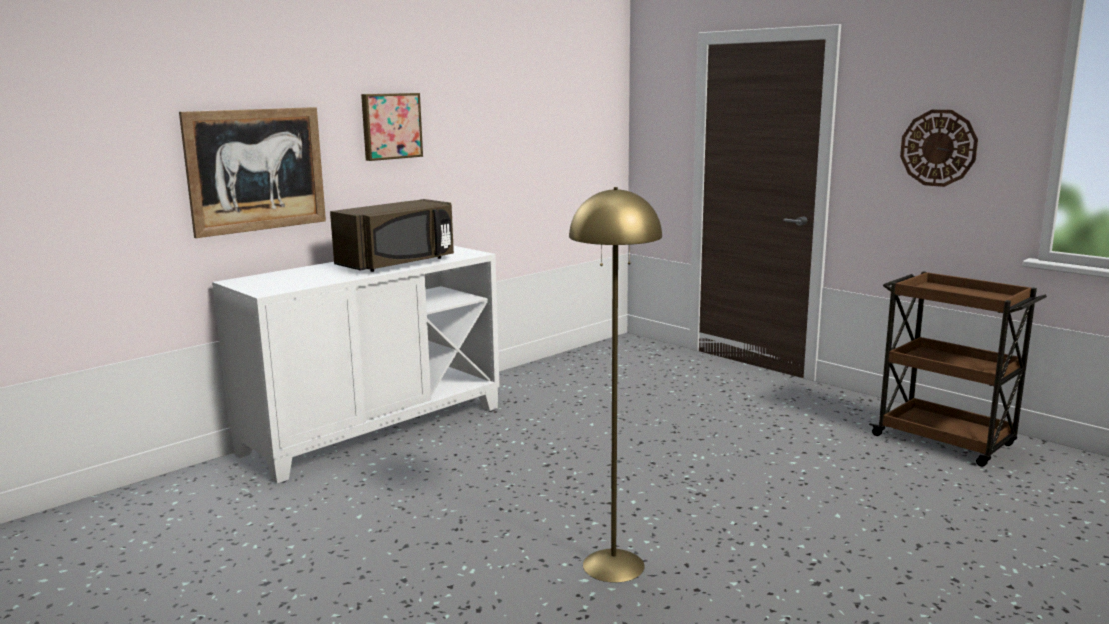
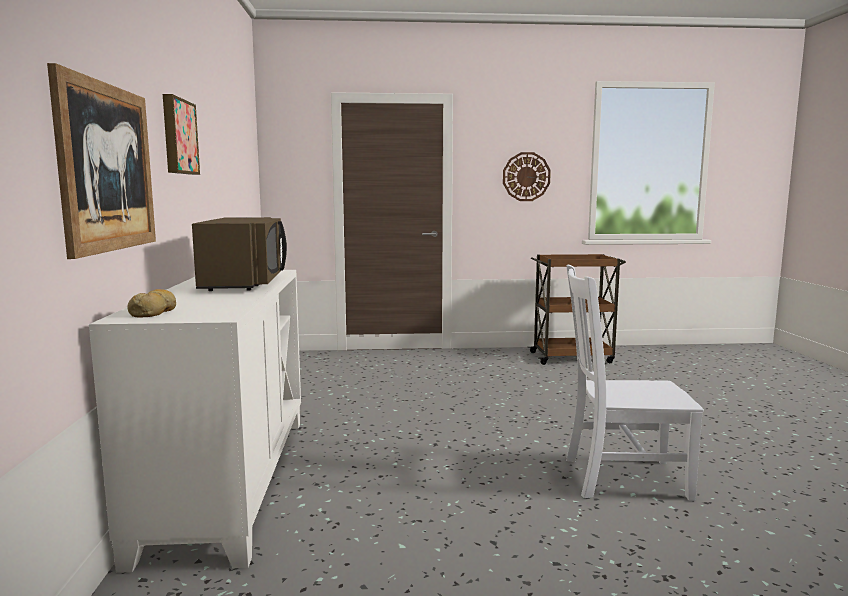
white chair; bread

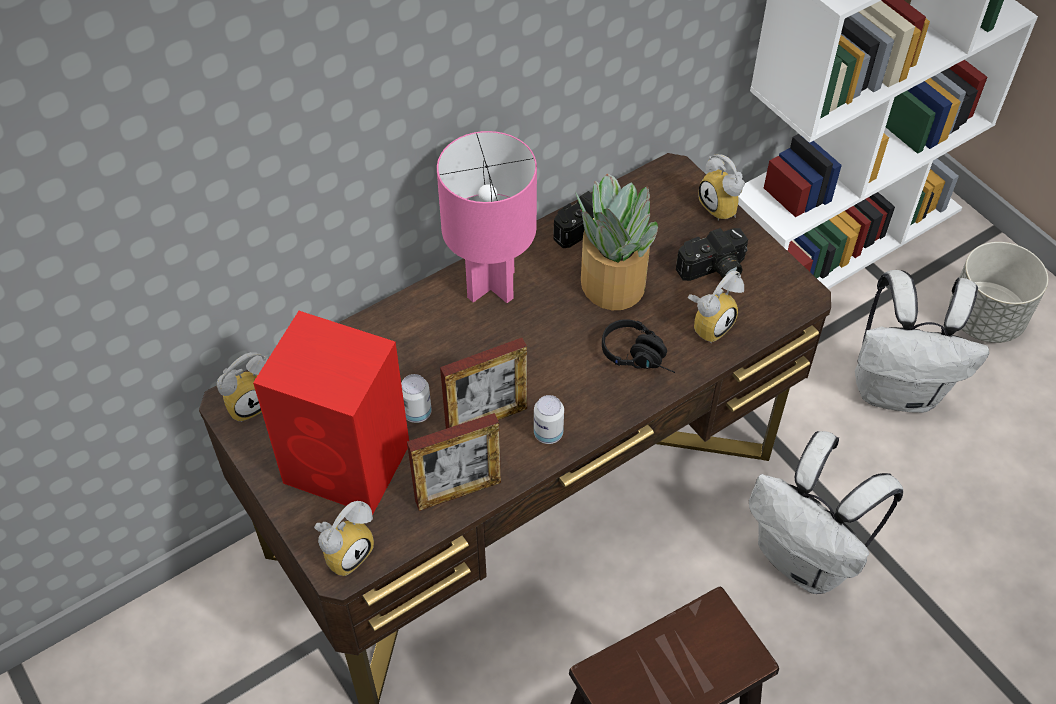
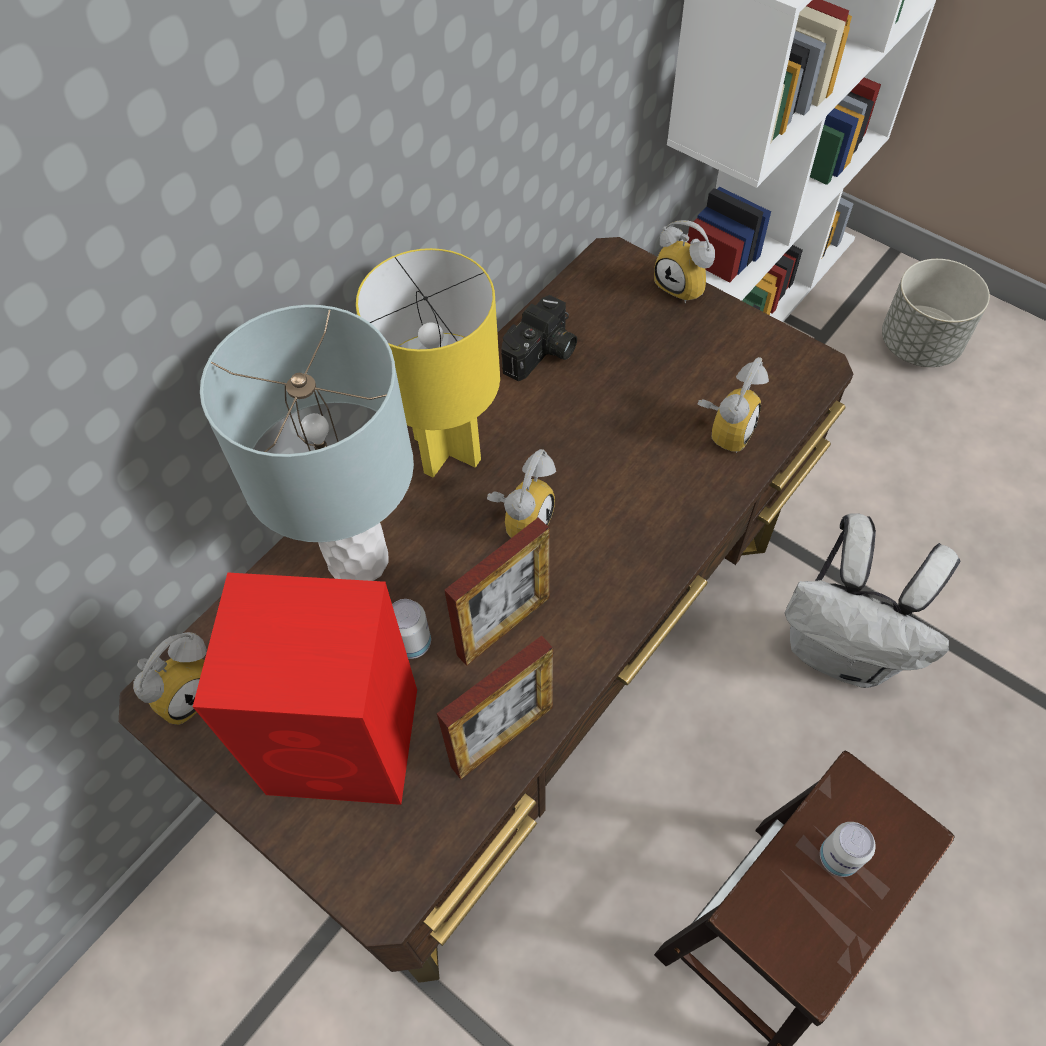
alarm clock (no. 2 from left); yellow table lamp; can (no. 2 from left); potted plant; black headphones; photo camera (no. 2 from left in the first image); white backpack (no. 2 from left in the first image); grey table lamp

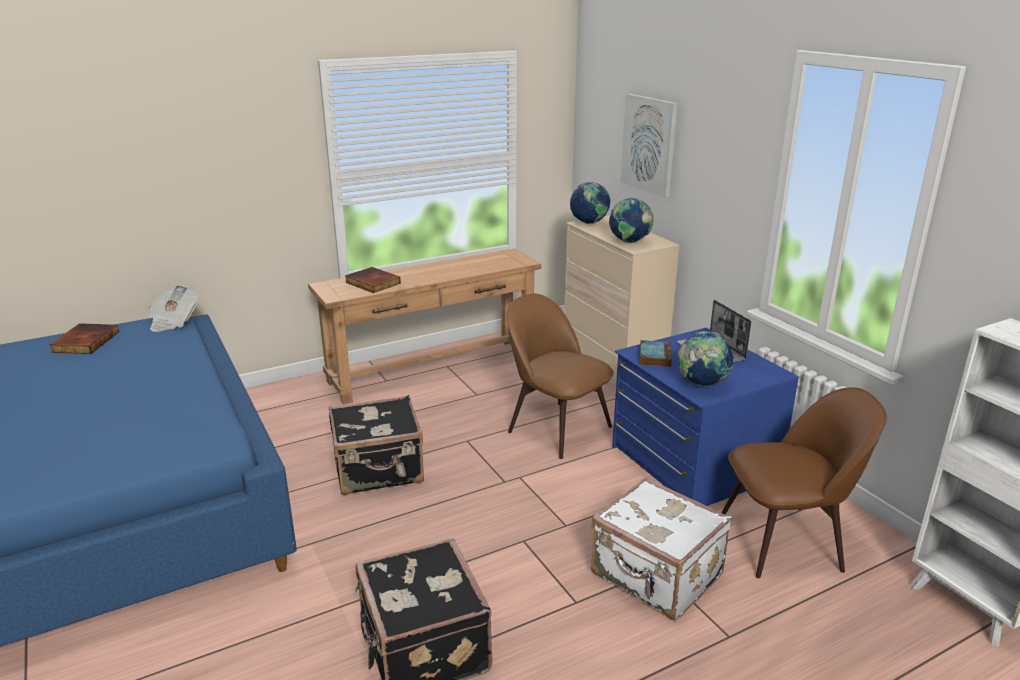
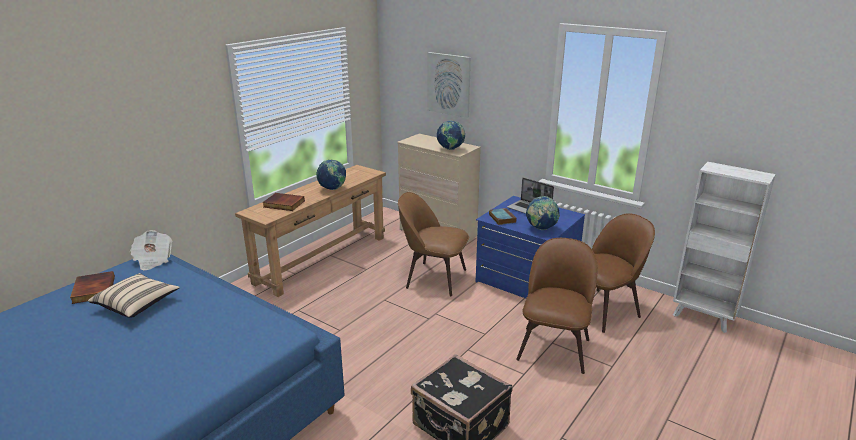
black suitcase (no. 1 from left in the first image); globe (no. 1 from left); brown chair (no. 2 from left); beige pillow

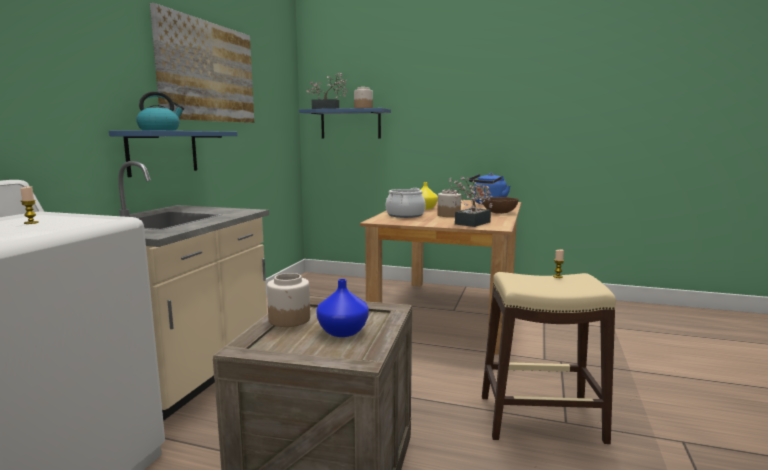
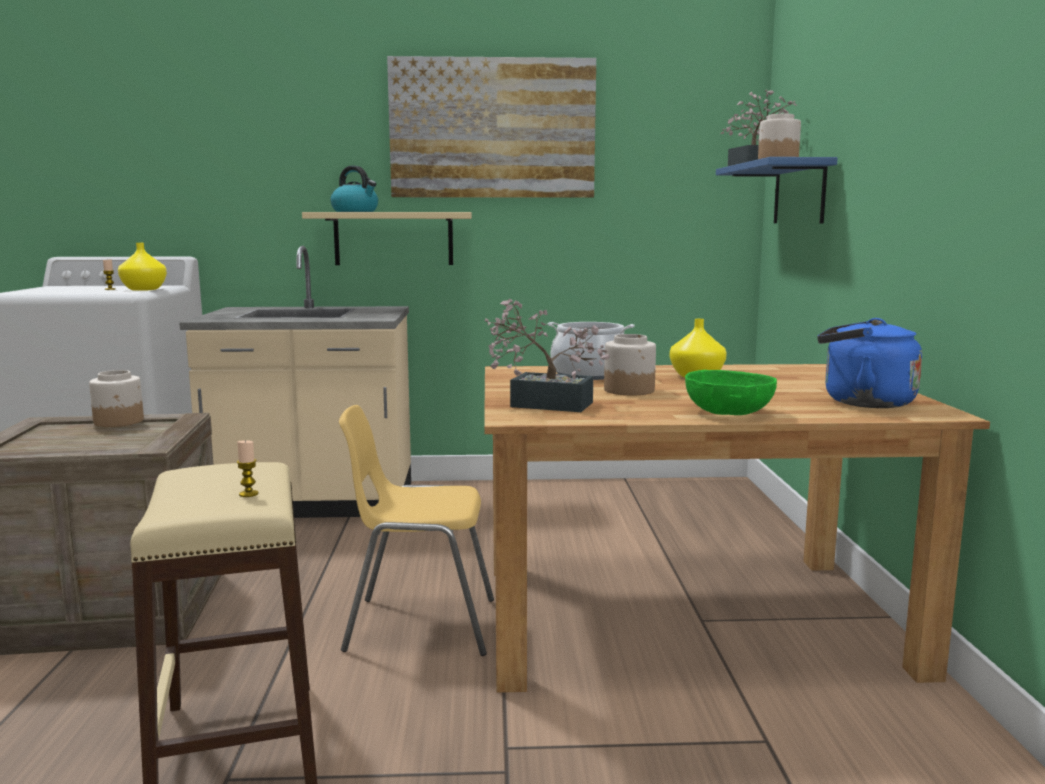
beige shelf; blue vase; green bowl; yellow vase (no. 1 from left); yellow chair

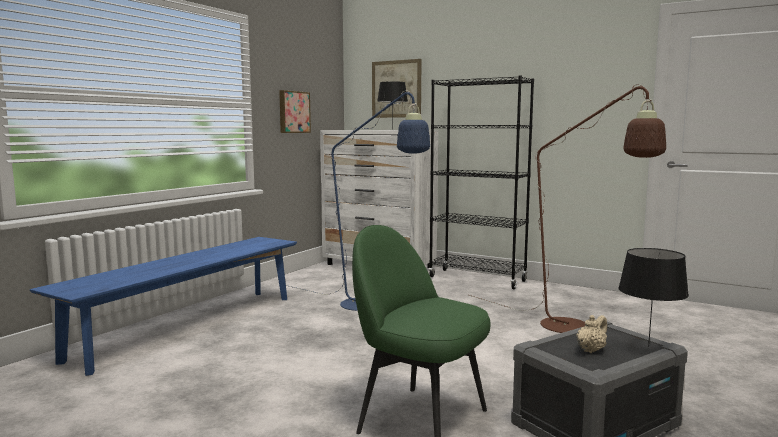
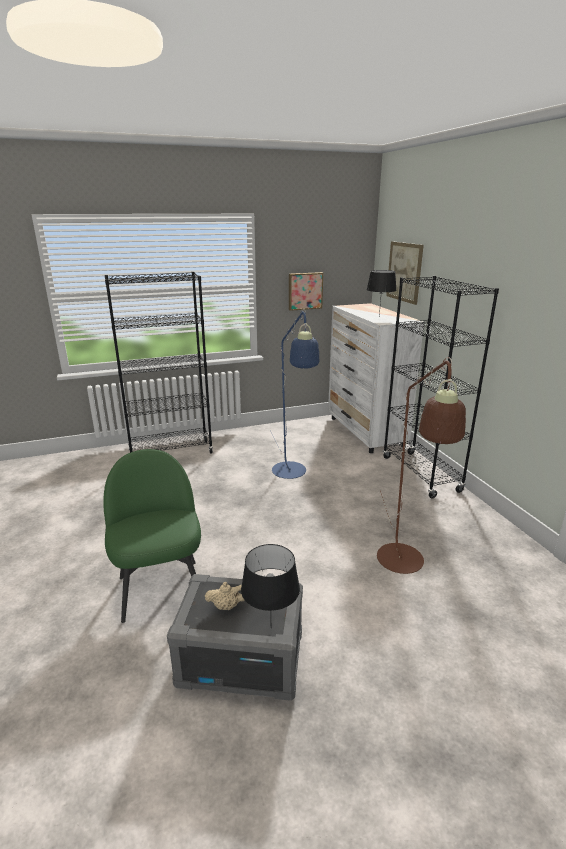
black bookcase (no. 1 from left)

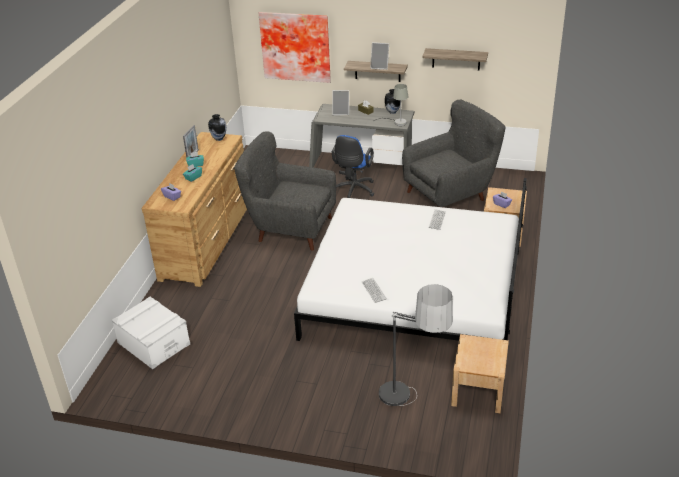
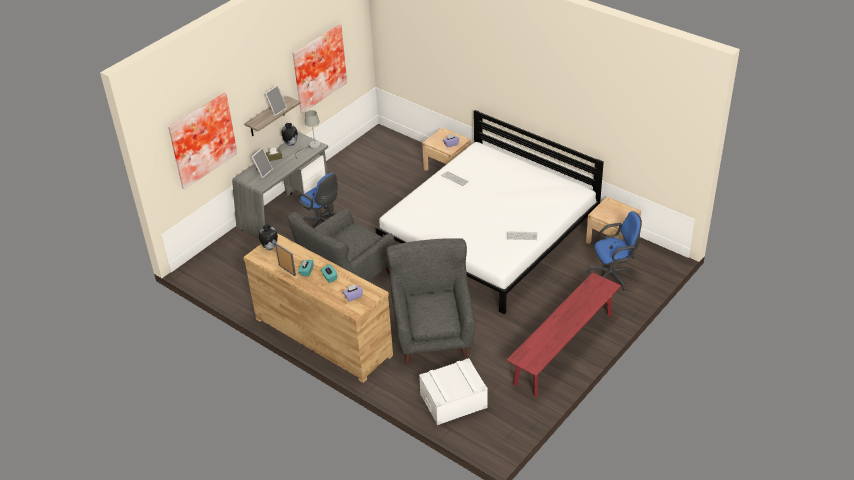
blue office chair (no. 2 from left); grey armchair (no. 2 from left); picture (no. 2 from left); red bench

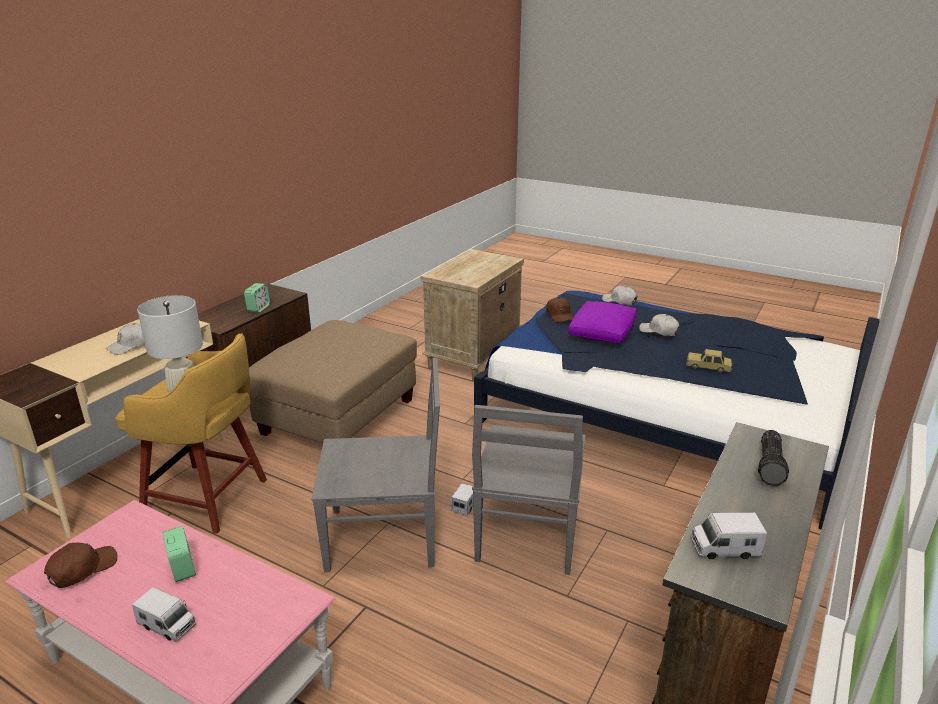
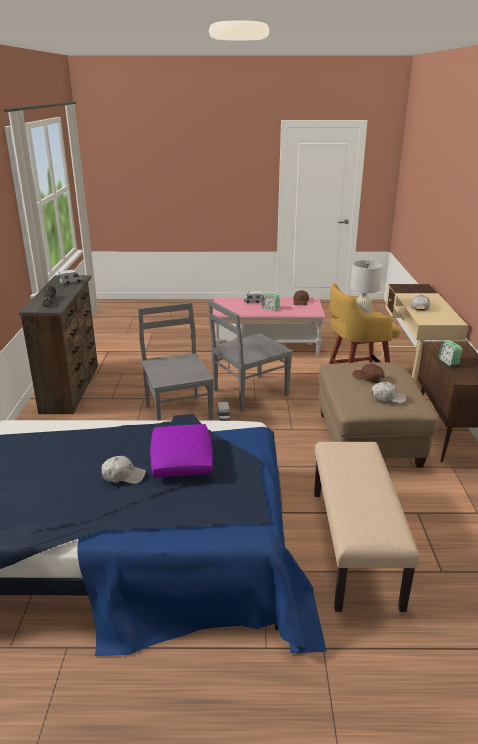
beige bench; brown cap (no. 2 from left); white cap (no. 2 from left); toy car

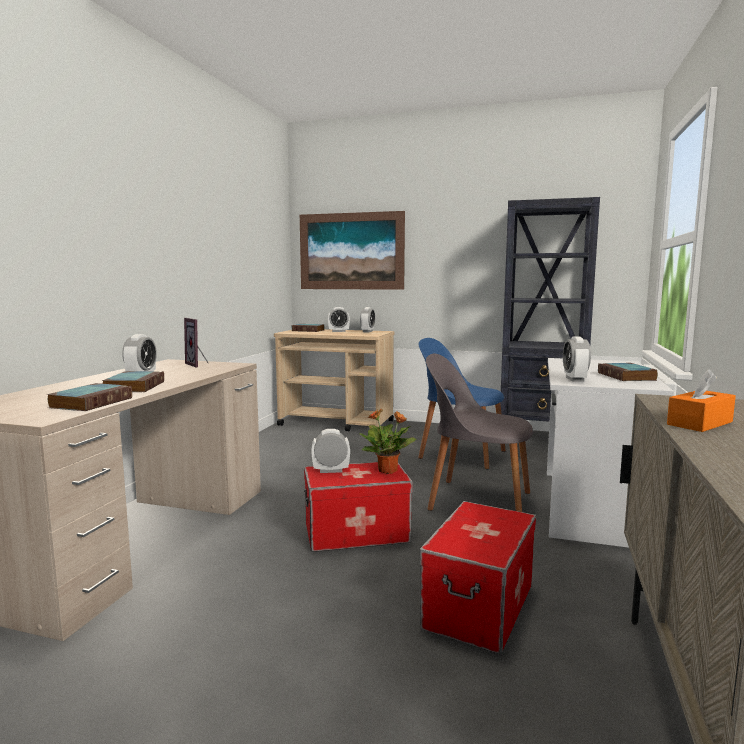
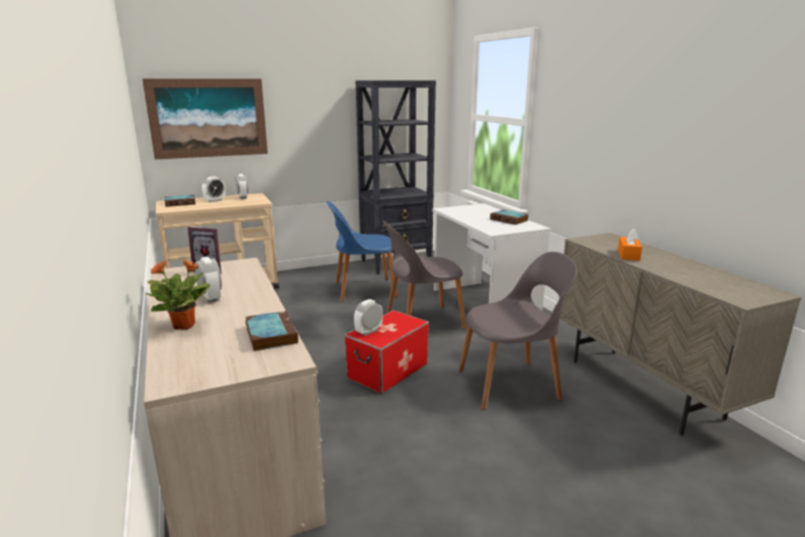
book (no. 2 from left in the first image); potted plant; grey chair (no. 2 from left); alarm clock (no. 5 from left in the first image)

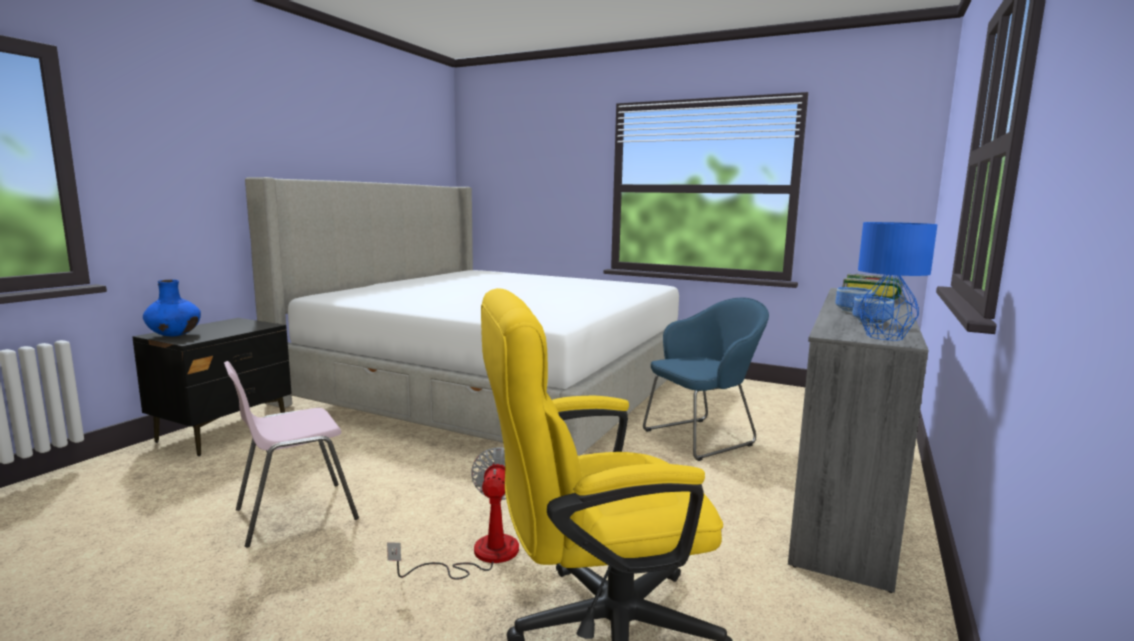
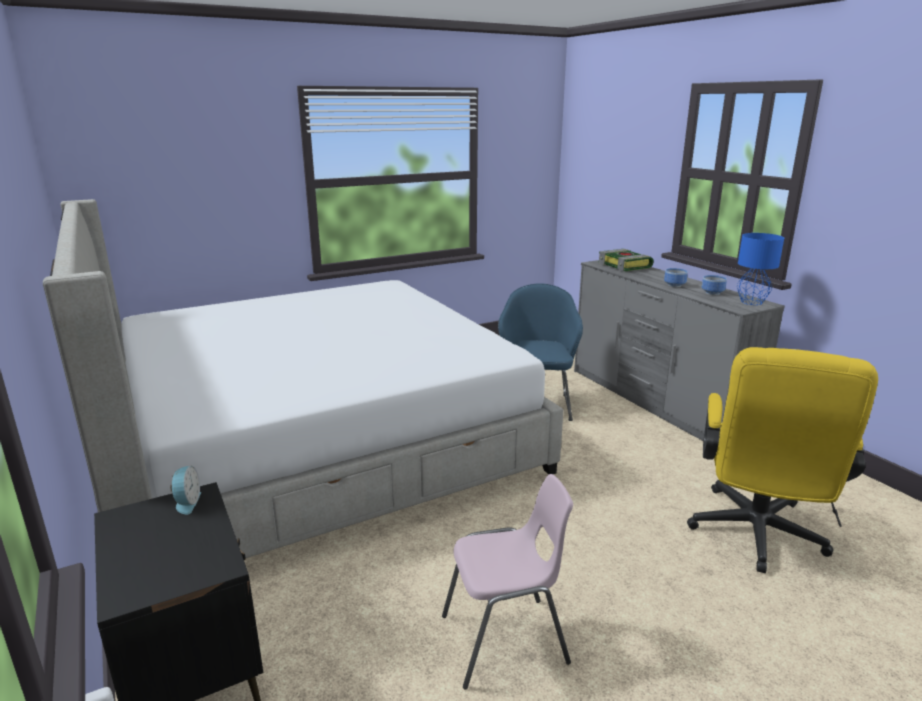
blue vase; pink chair; fan; alarm clock

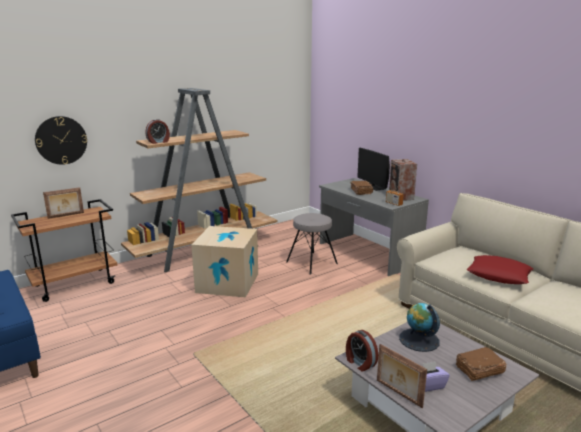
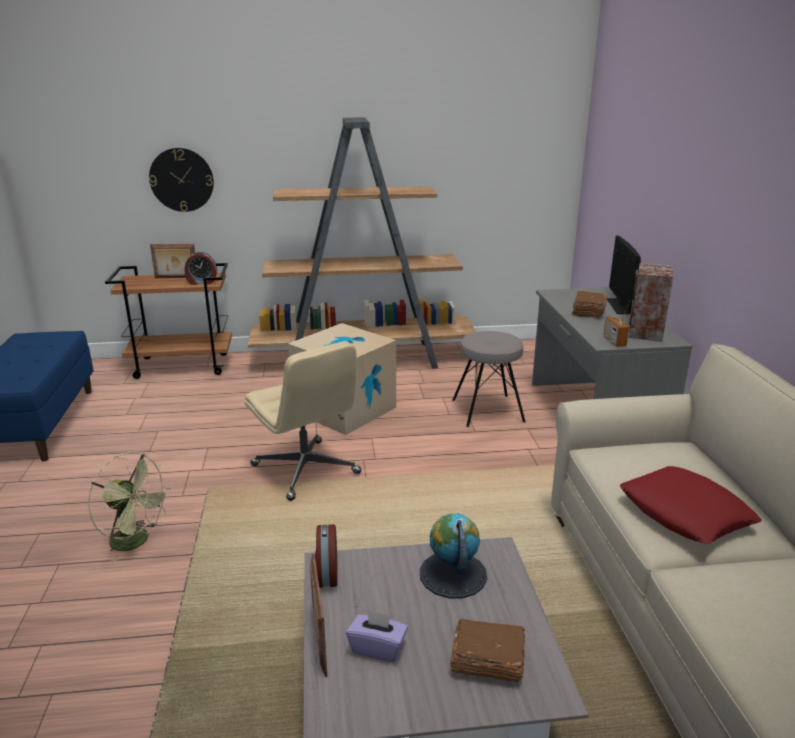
alarm clock (no. 1 from left); green fan; beige office chair

